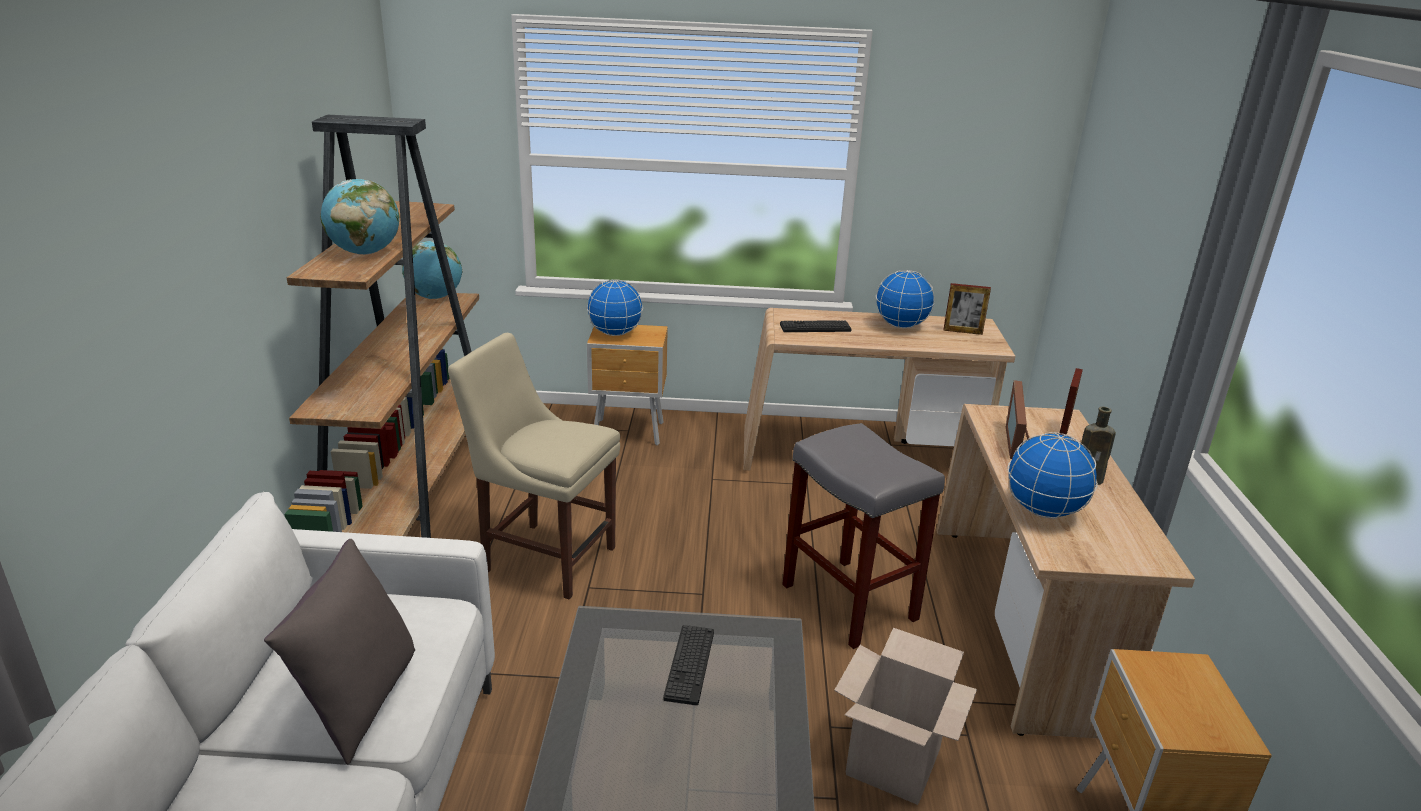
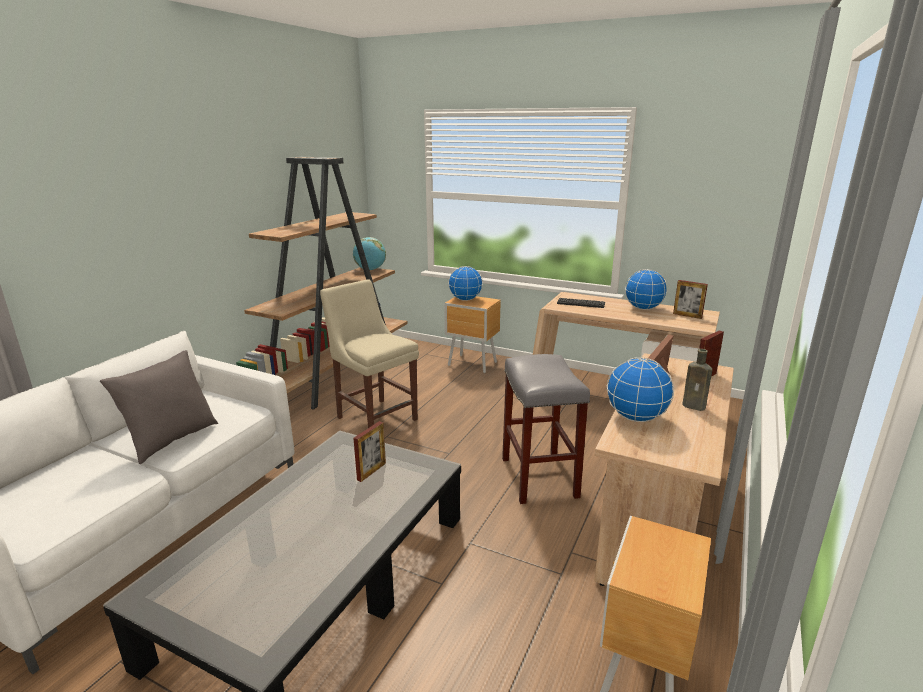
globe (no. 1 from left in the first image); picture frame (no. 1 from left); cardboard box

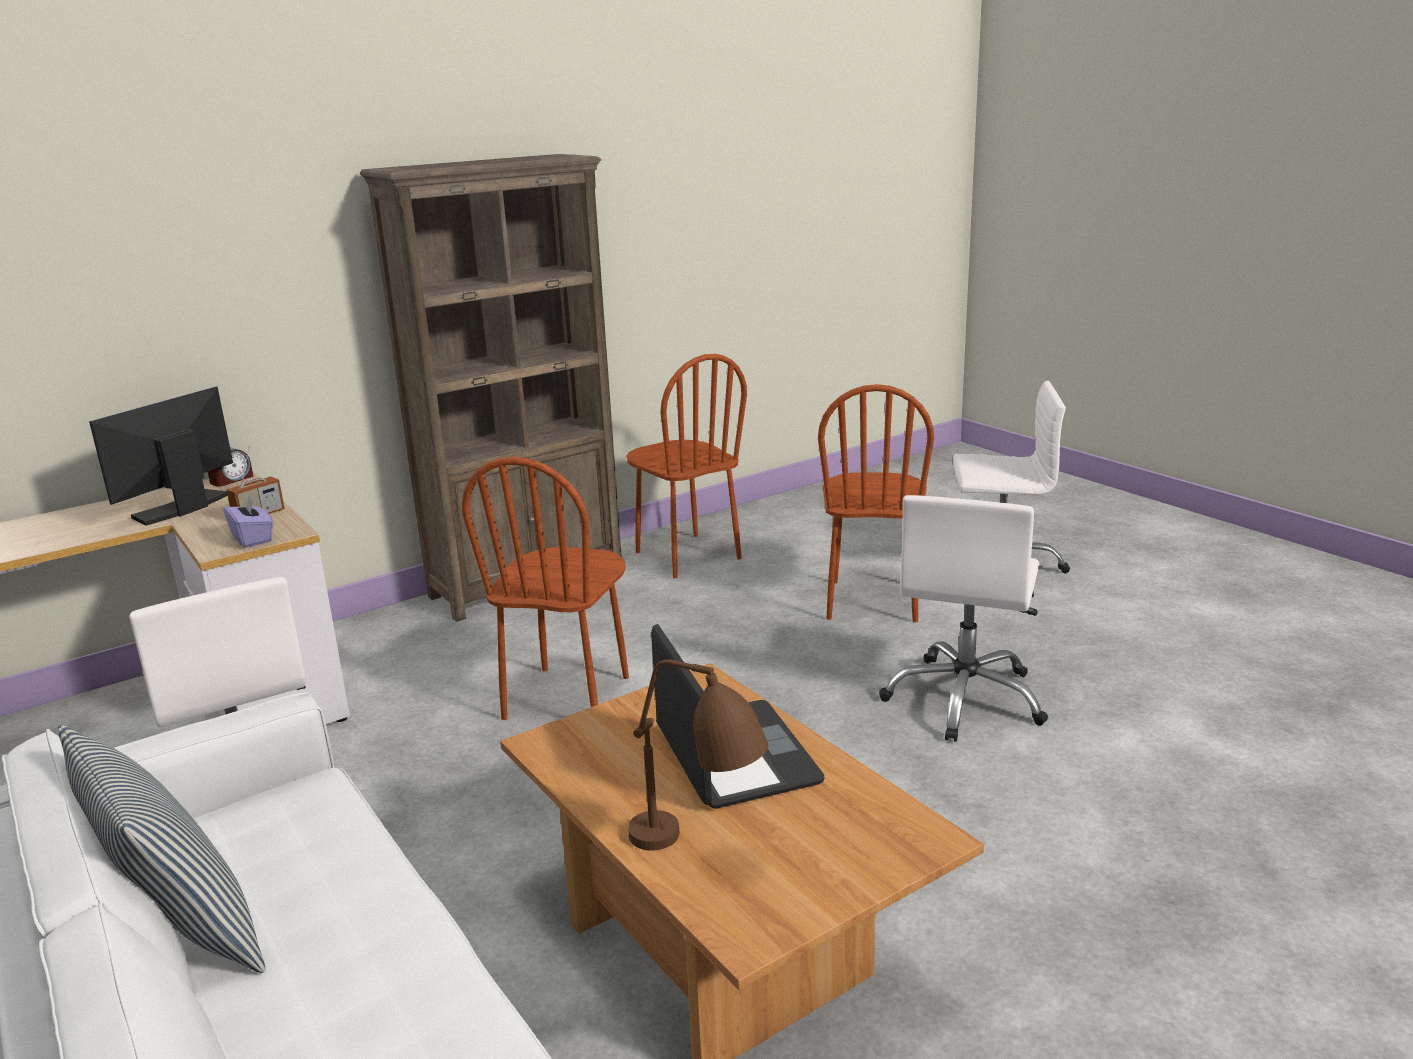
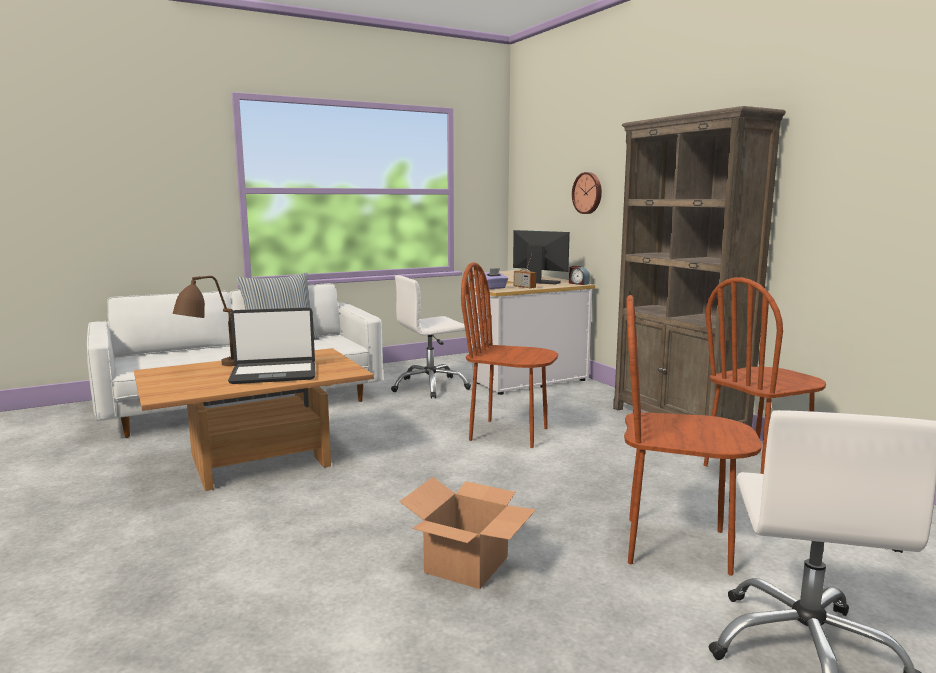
cardboard box; wall clock

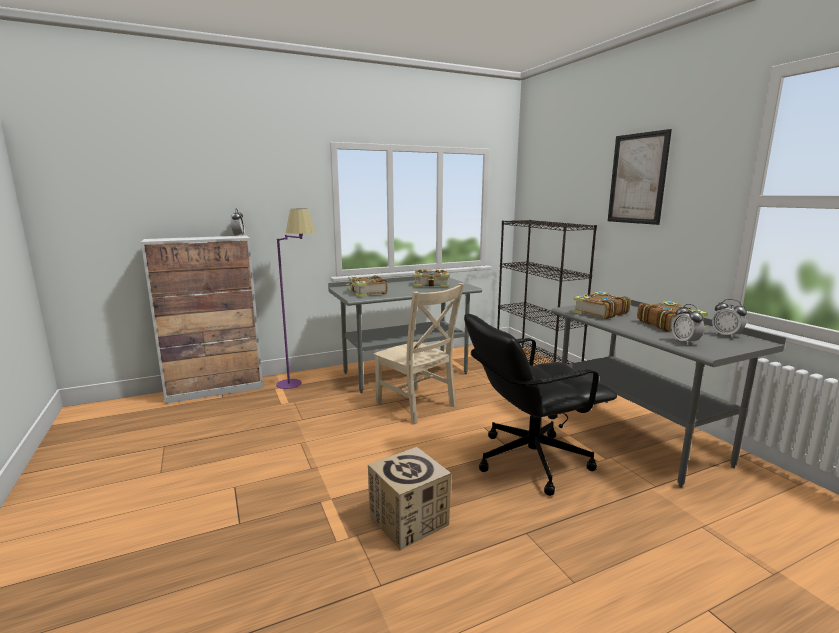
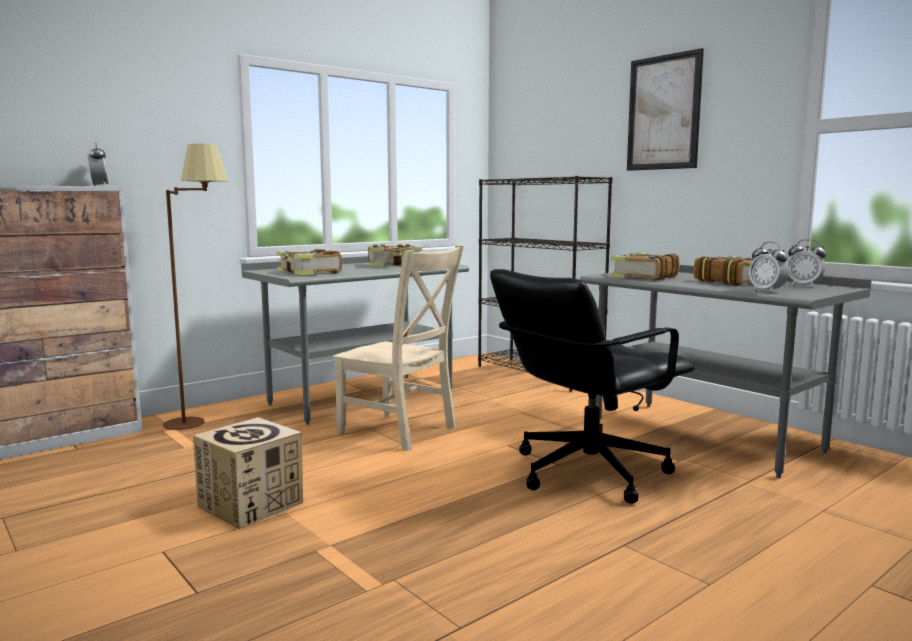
brown floor lamp; cardboard box

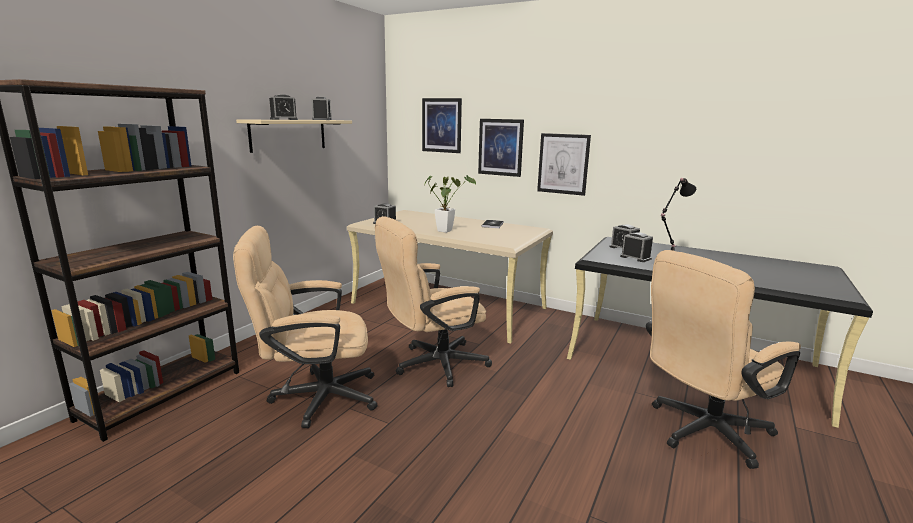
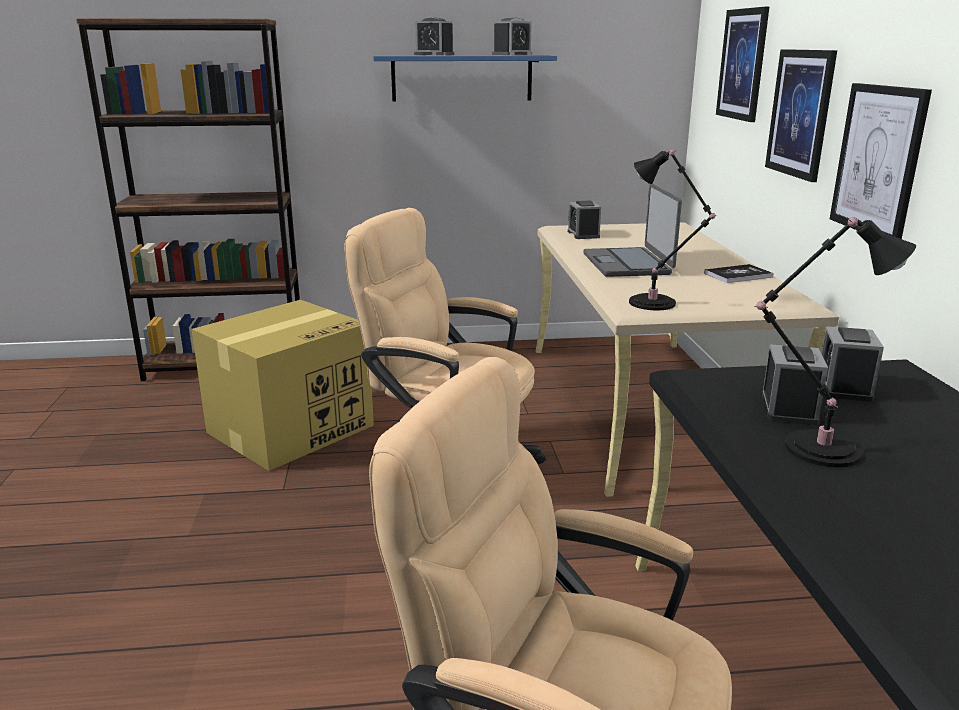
cardboard box; blue shelf; laptop; black table lamp (no. 1 from left)

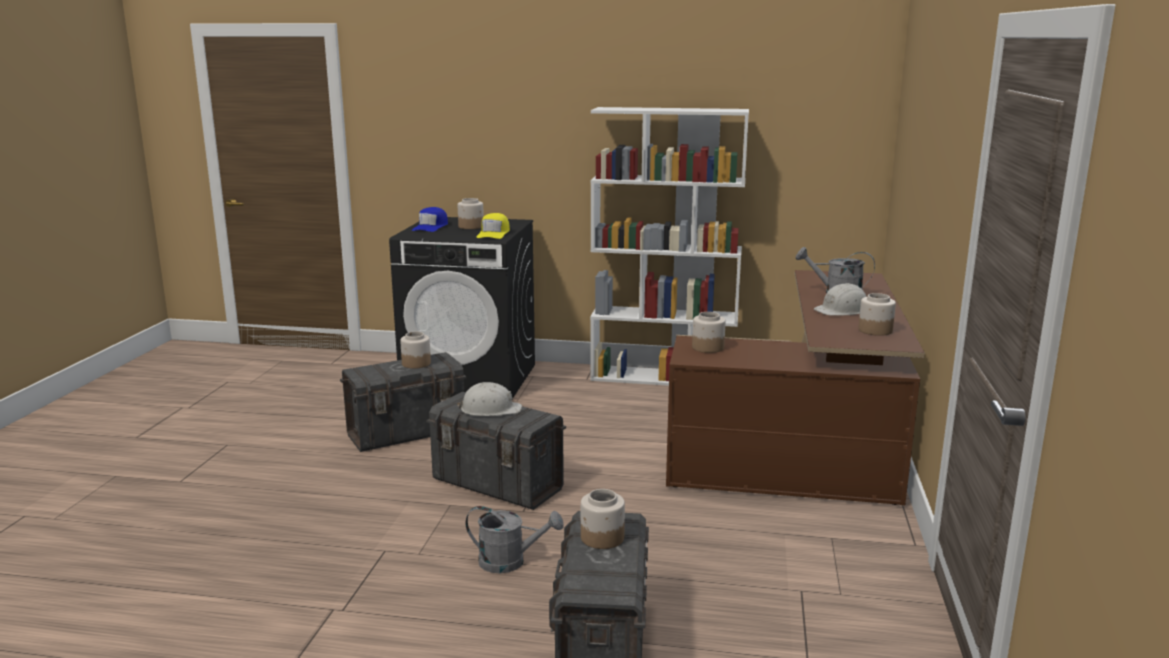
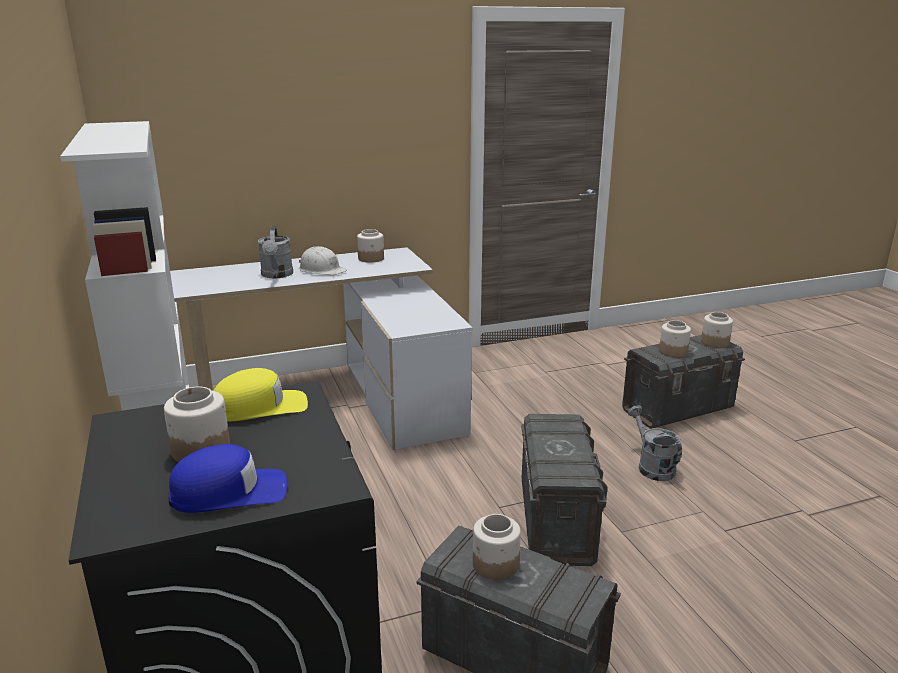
white hard hat (no. 1 from left in the first image); white desk; jar (no. 5 from left)

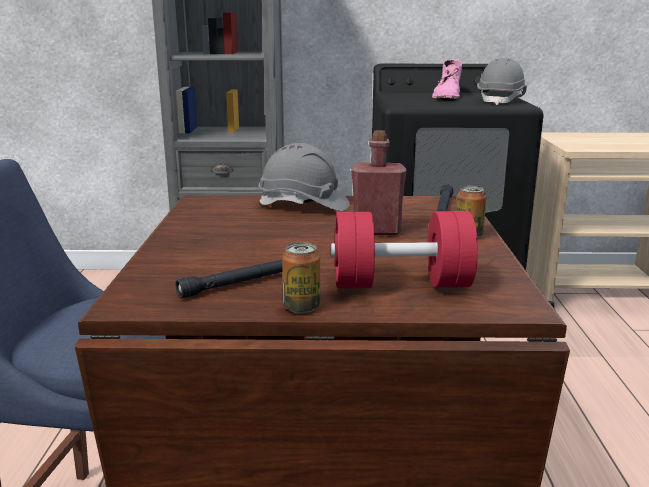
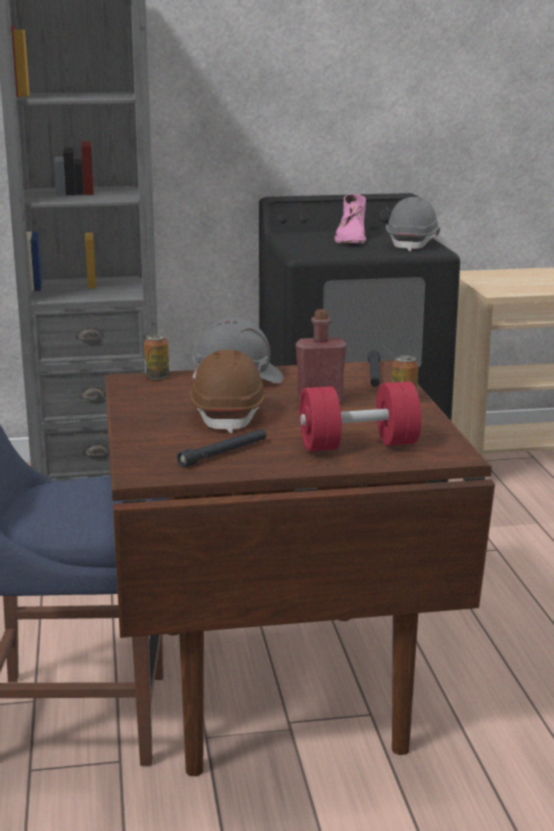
can (no. 1 from left); brown hard hat

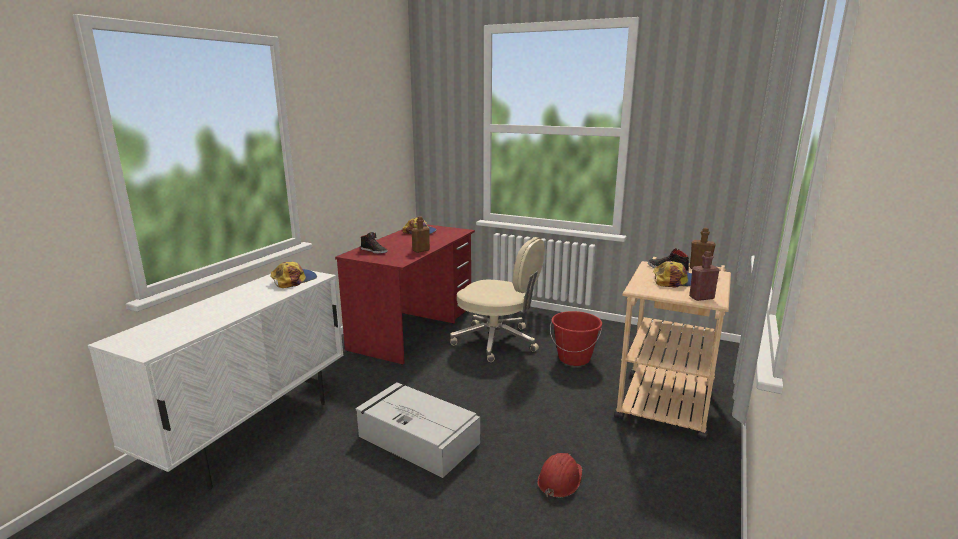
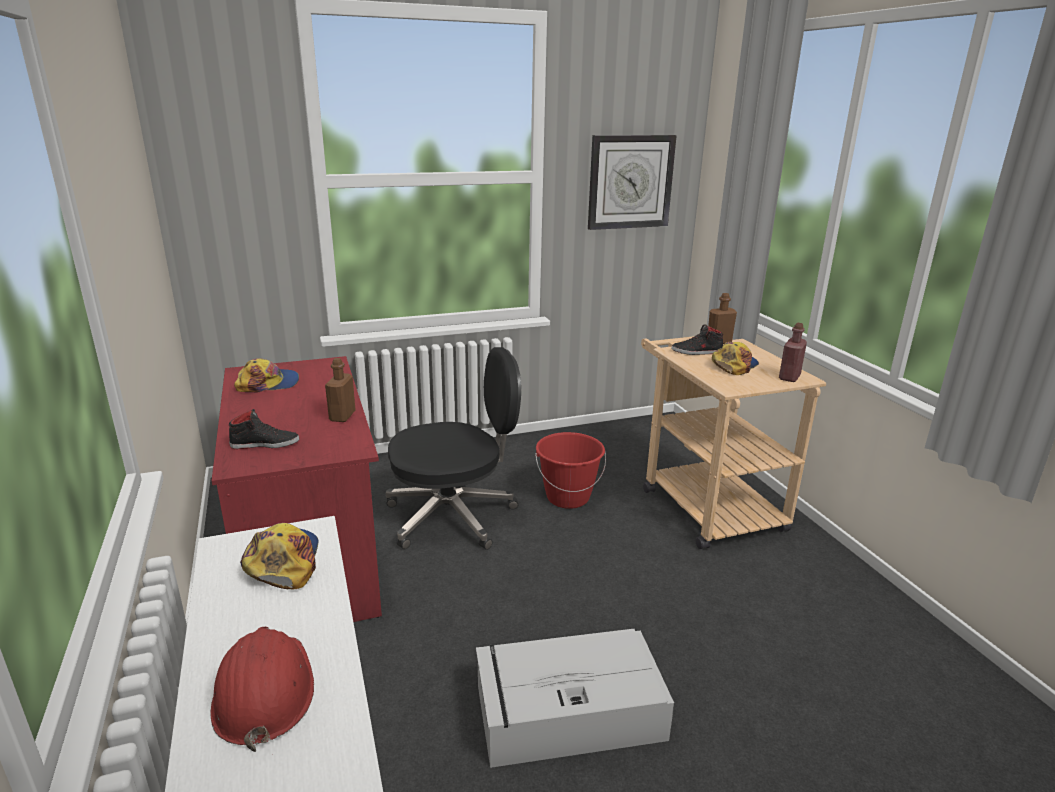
black office chair; red hard hat; wall clock

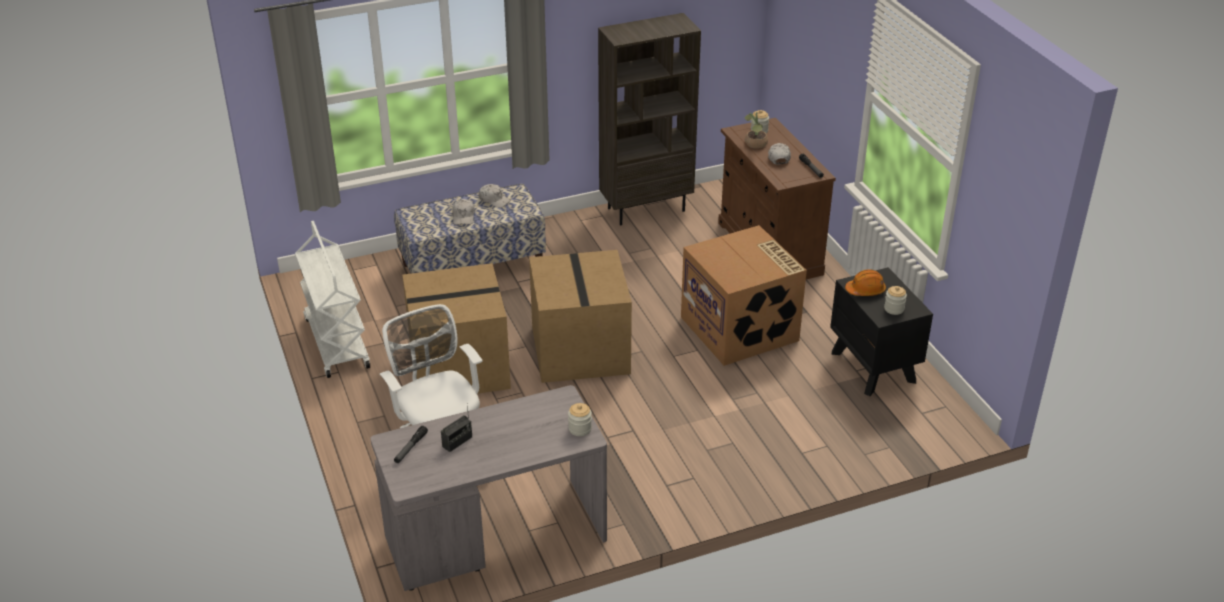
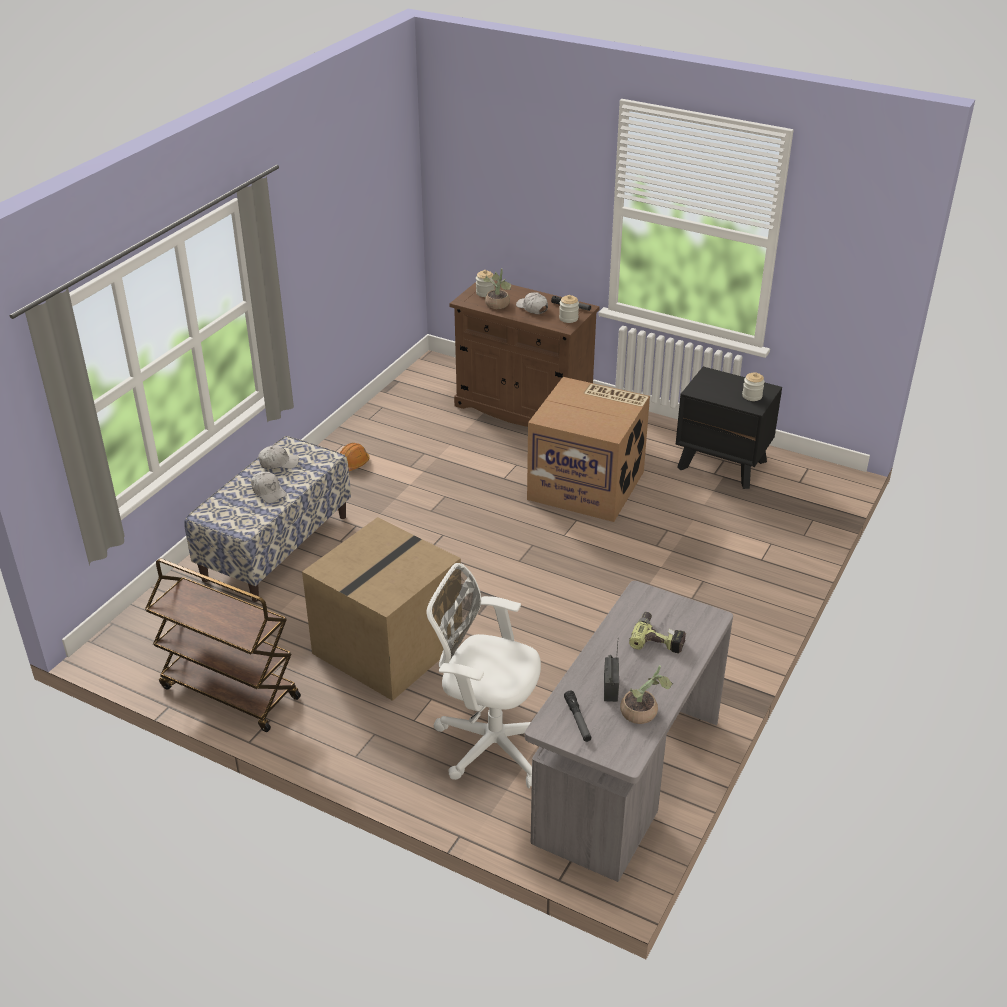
brown cart; cardboard box (no. 2 from left in the first image); jar (no. 2 from left); brown bookcase; orange hard hat; potted plant (no. 2 from left); power drill

